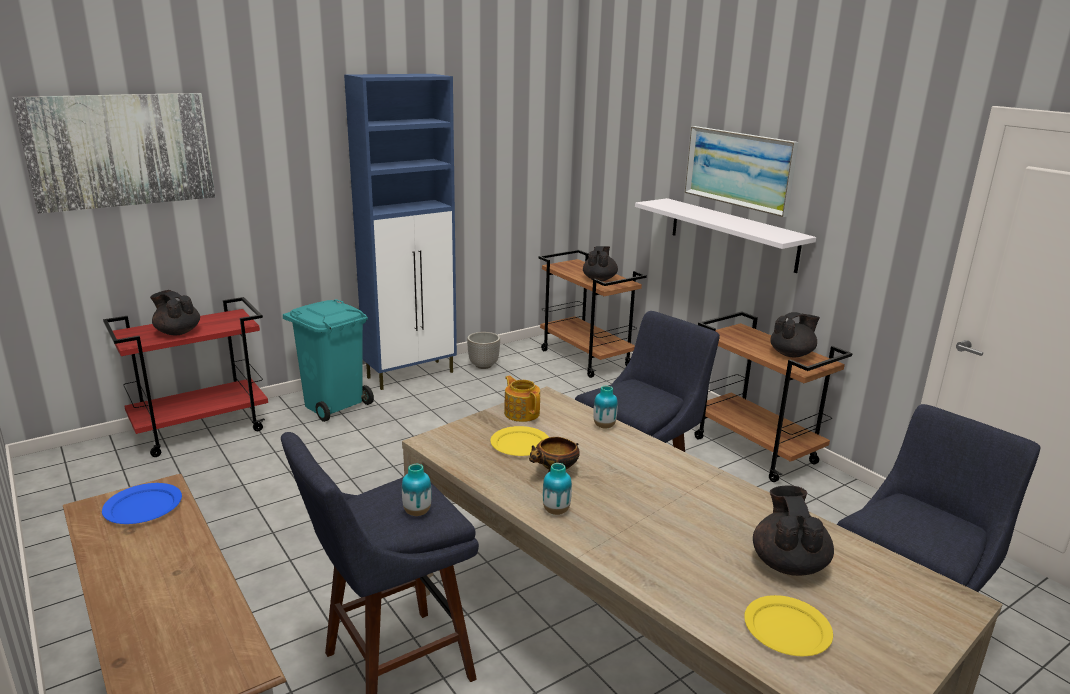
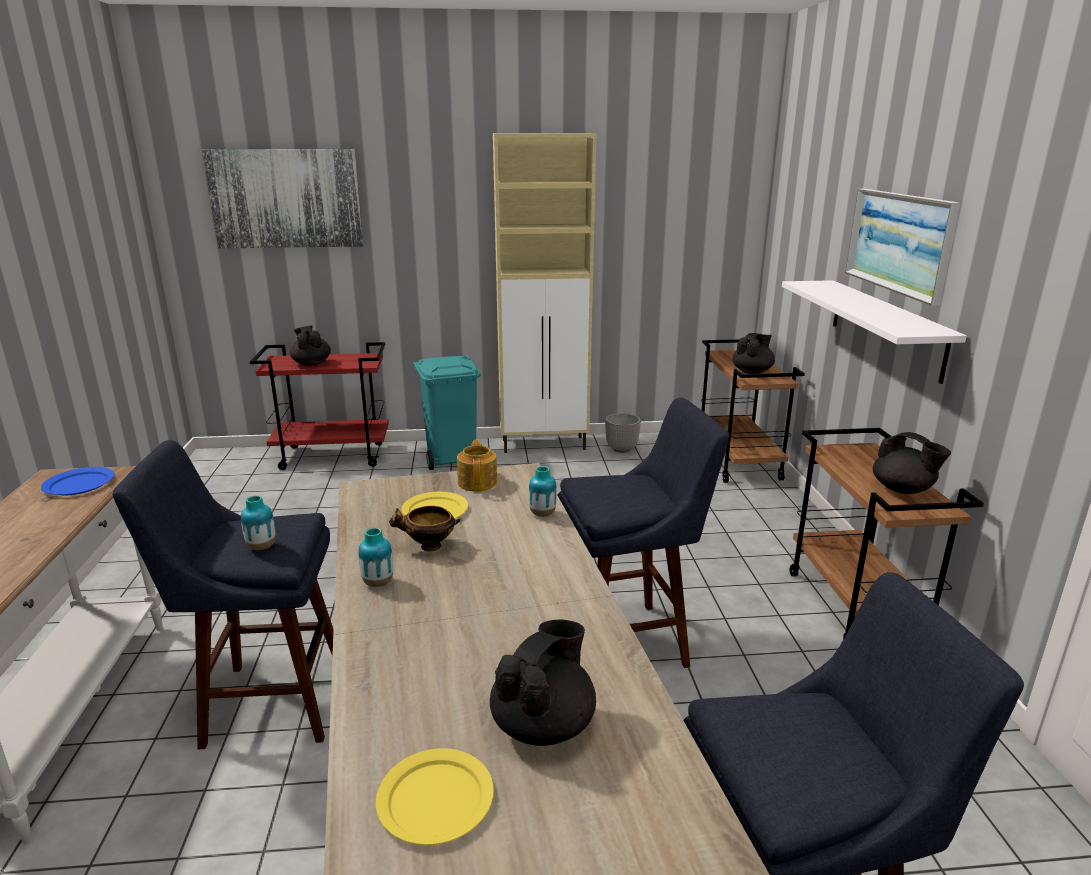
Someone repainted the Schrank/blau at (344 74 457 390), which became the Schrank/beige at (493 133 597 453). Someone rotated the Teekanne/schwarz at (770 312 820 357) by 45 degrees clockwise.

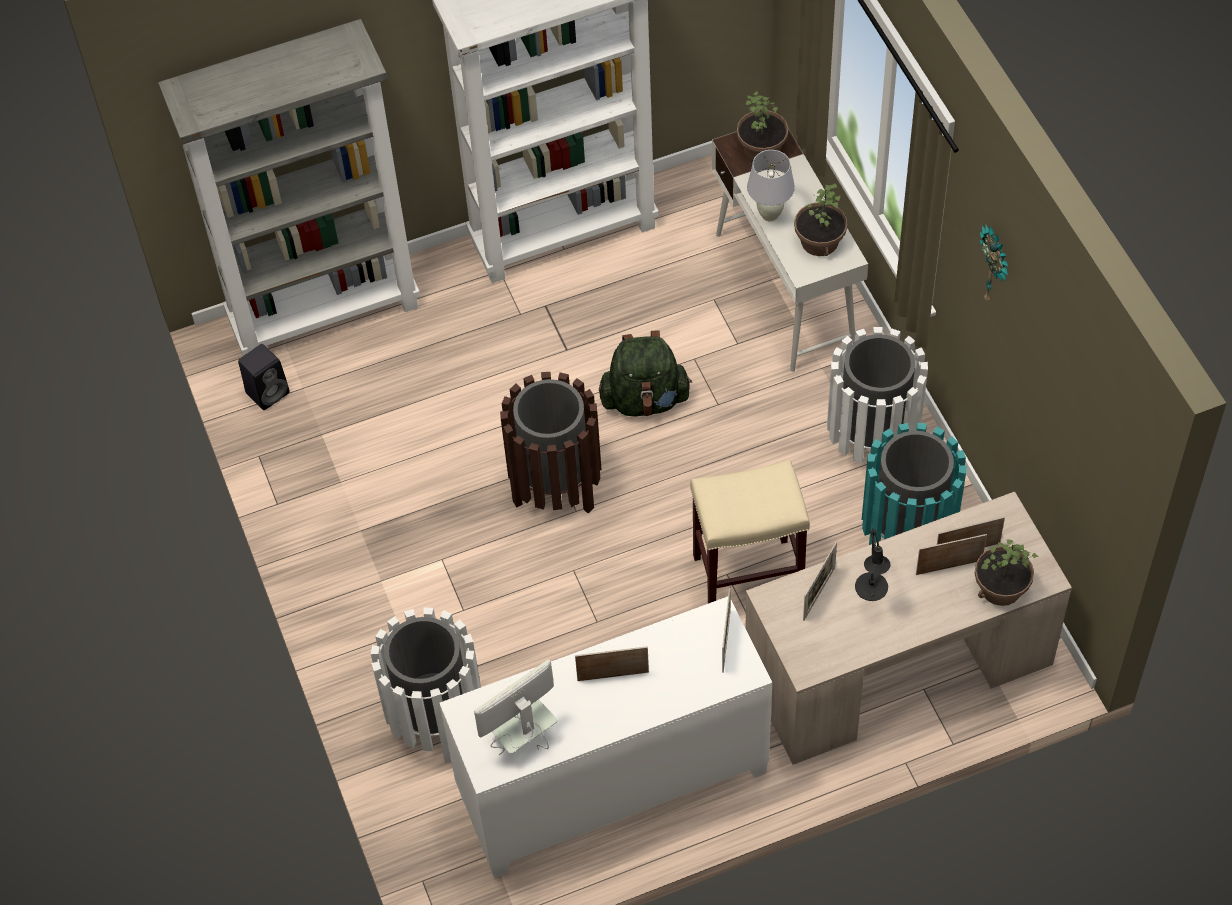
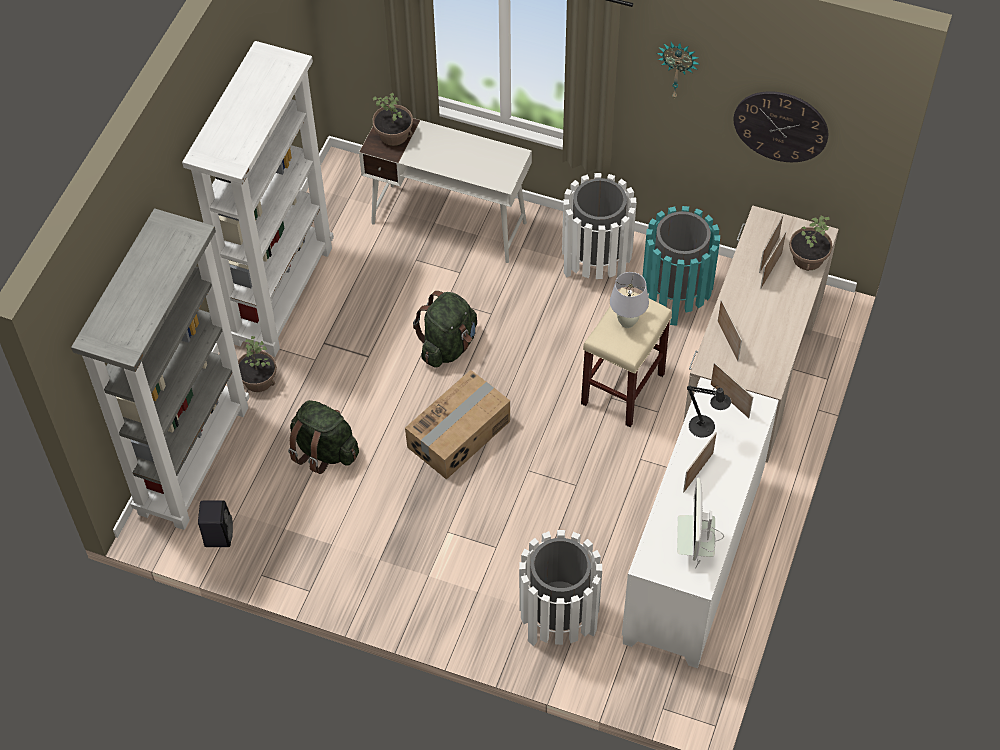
Someone put down the Rucksack/grün at (288 400 359 474). Someone put up the Wanduhr at (734 91 828 162). Someone carried the Tischlampe/weiß from (747 150 795 221) to (610 272 649 328). Someone carried the Topfpflanze from (794 184 848 256) to (238 336 277 392). Someone carried the Tischlampe/schwarz from (855 529 891 601) to (687 385 731 438). Someone swapped the Mülleimer/braun at (500 372 602 513) for the Karton at (405 370 510 480).

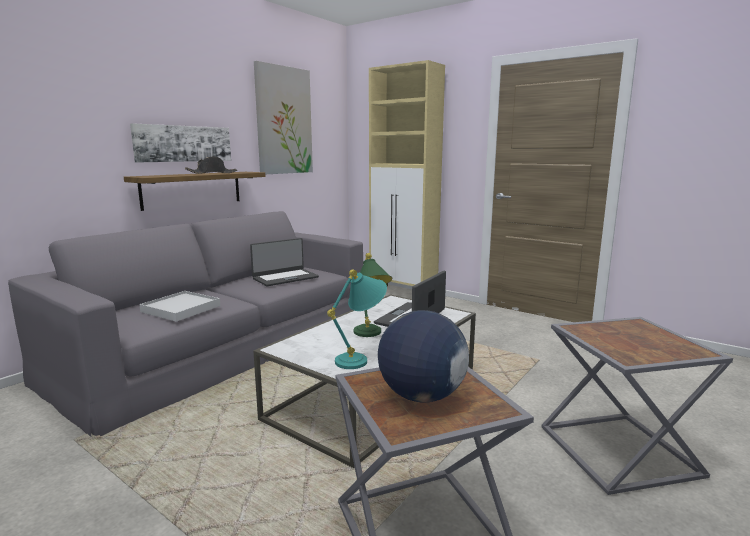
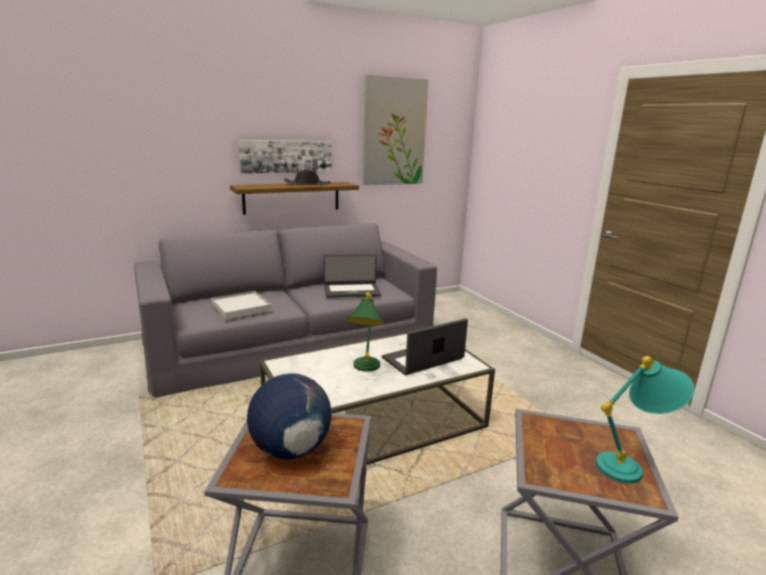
Someone took away the Schrank/beige at (369 60 445 286). Someone carried the Tischlampe/türkis from (327 269 387 369) to (596 356 694 484).

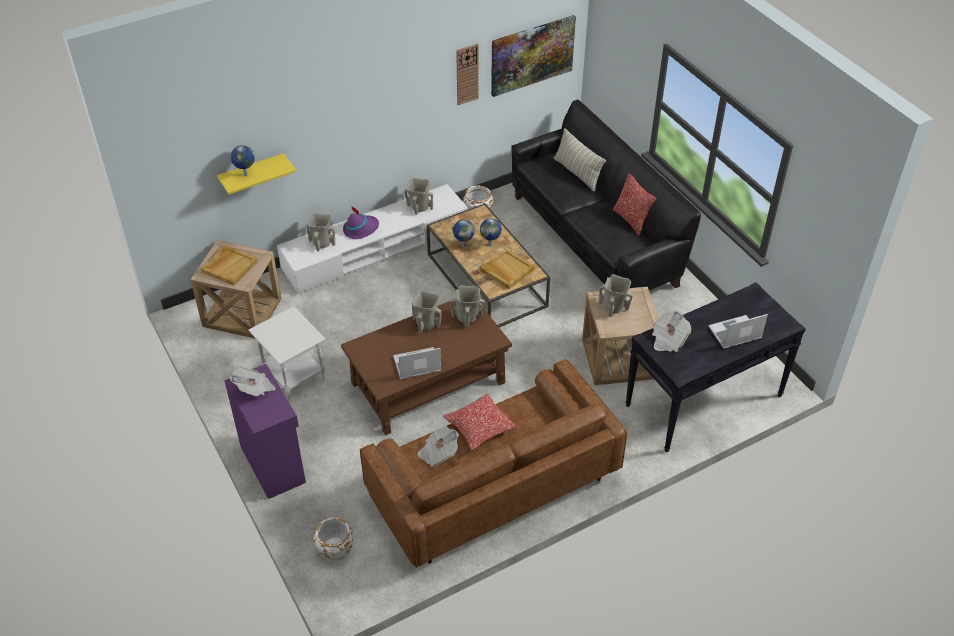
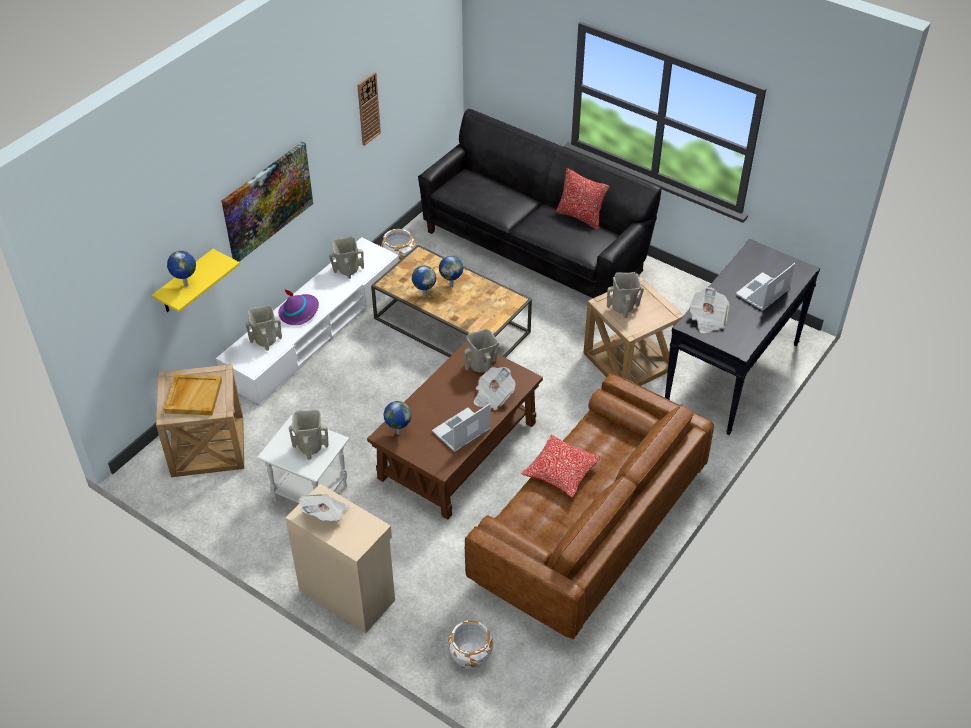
Someone took away the Tablett/beige at (480 249 535 289). Someone took away the Kissen at (553 128 606 192). Someone put down the Globus at (383 401 412 434). Someone carried the Vase/beige from (412 291 441 333) to (289 410 329 460). Someone carried the Zeitung from (418 426 459 467) to (474 367 515 410). Someone carried the Bild from (491 15 576 97) to (222 142 313 262). Someone repainted the Schrank/lila at (224 364 306 499), which became the Schrank/beige at (285 484 395 633).

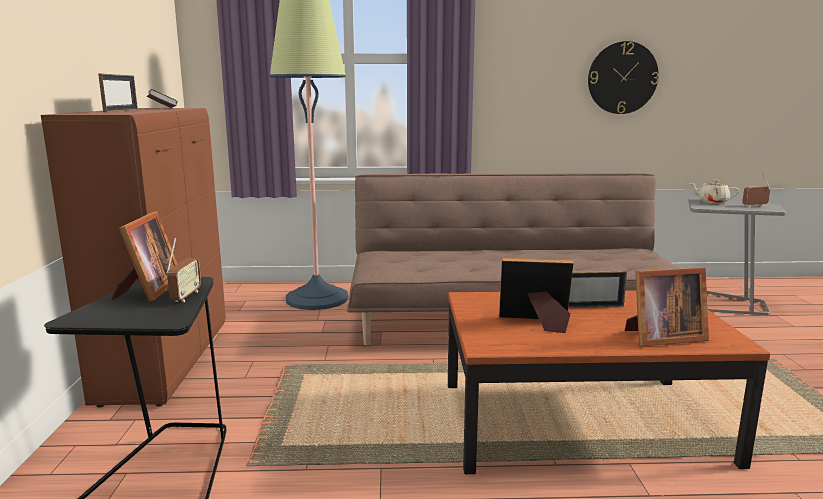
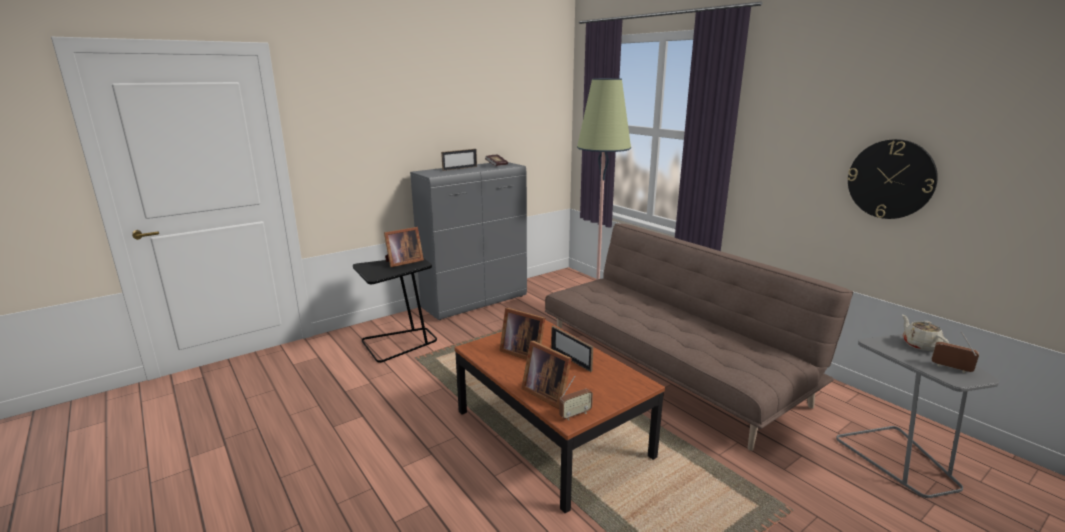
Someone carried the Radio from (166 238 201 302) to (559 376 593 420). Someone repainted the Schrank/braun at (41 108 225 407), which became the Schrank/grau at (410 162 527 320). Someone rotated the Bilderrahmen at (499 258 574 333) by 150 degrees clockwise.

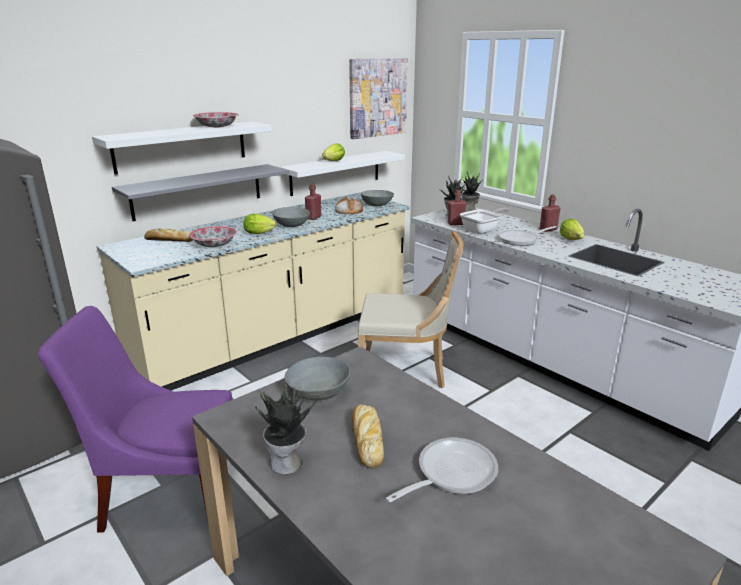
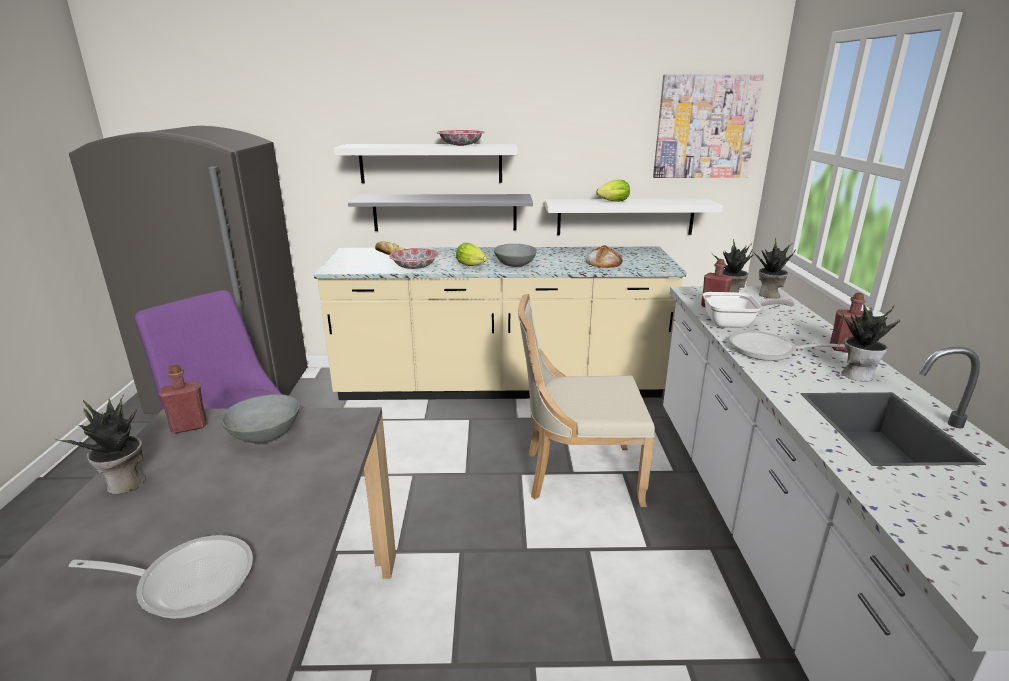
Someone took away the Brot at (352 404 384 468). Someone took away the Schüssel/grau at (361 190 394 206). Someone carried the Flasche/rot from (305 184 321 220) to (159 365 207 434). Someone swapped the Salatkopf at (560 218 584 240) for the Topfpflanze at (841 299 900 382). Someone rotated the Stuhl/beige at (358 231 463 388) by 135 degrees clockwise.

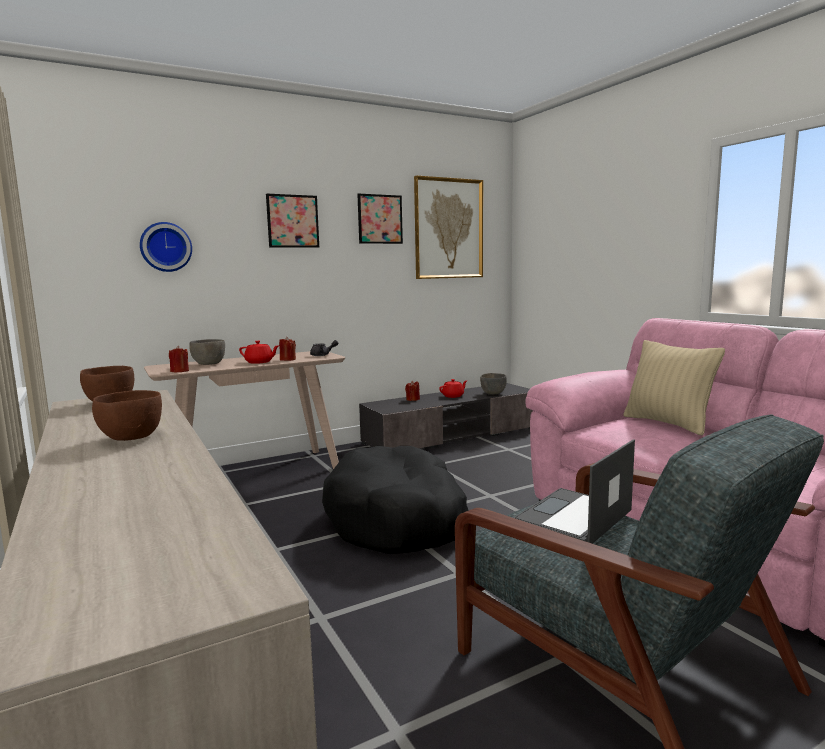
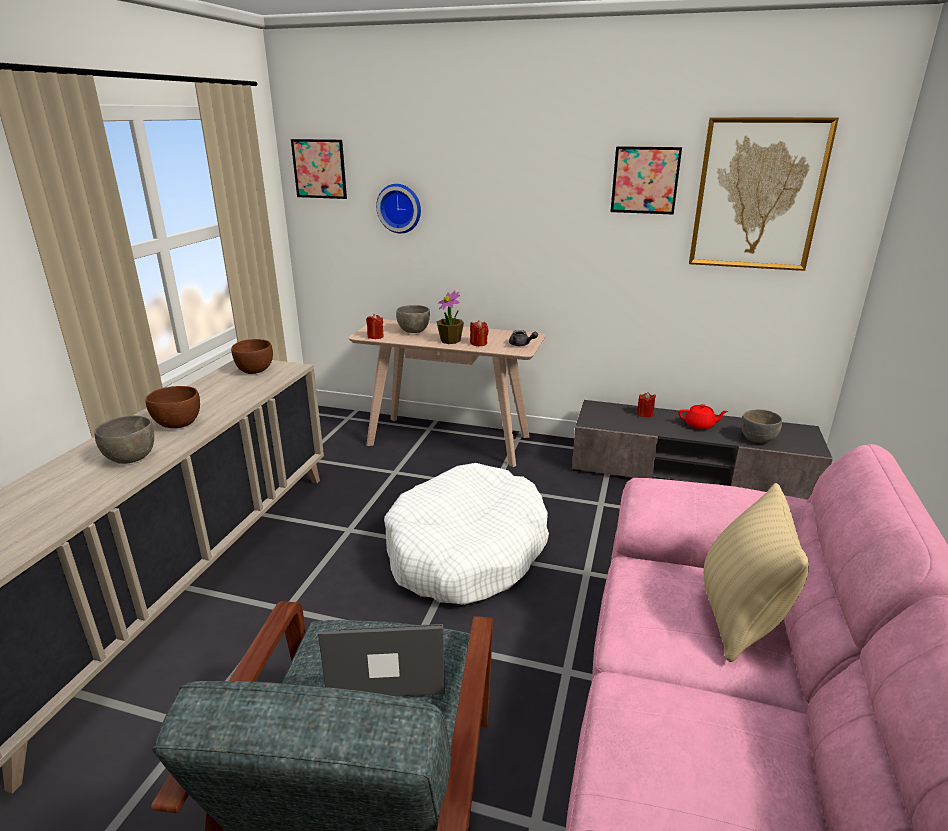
Someone put down the Schüssel/grau at (94 416 154 464). Someone carried the Bild from (266 193 319 248) to (291 139 347 199). Someone swapped the Teekanne/rot at (239 341 279 364) for the Topfpflanze at (437 291 464 344). Someone repainted the Hundebett/schwarz at (322 446 469 554), which became the Hundebett/weiß at (384 463 549 605).

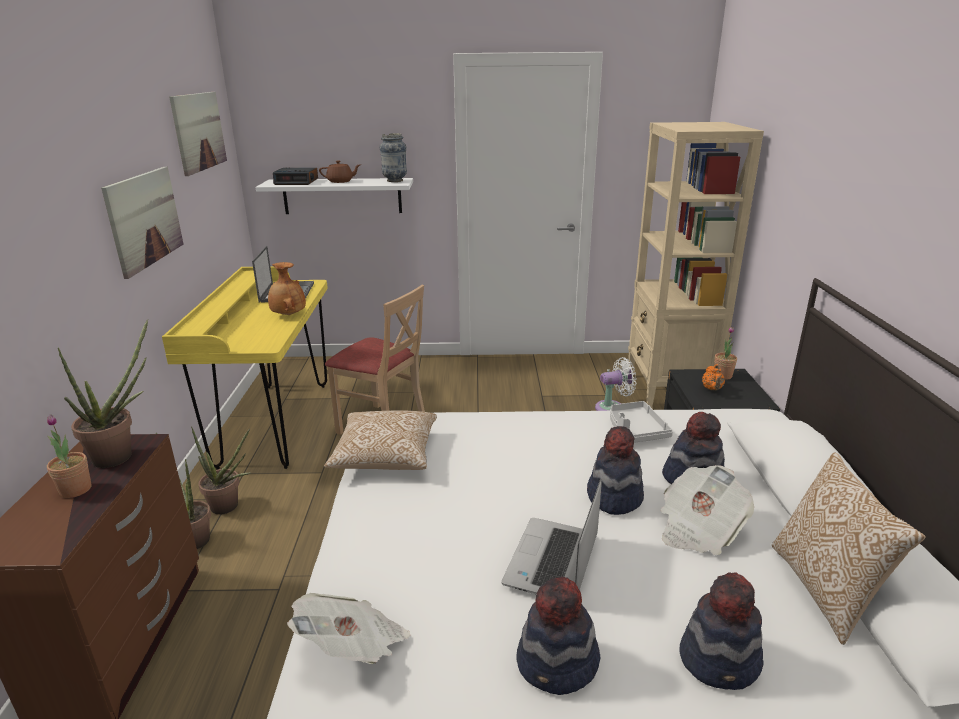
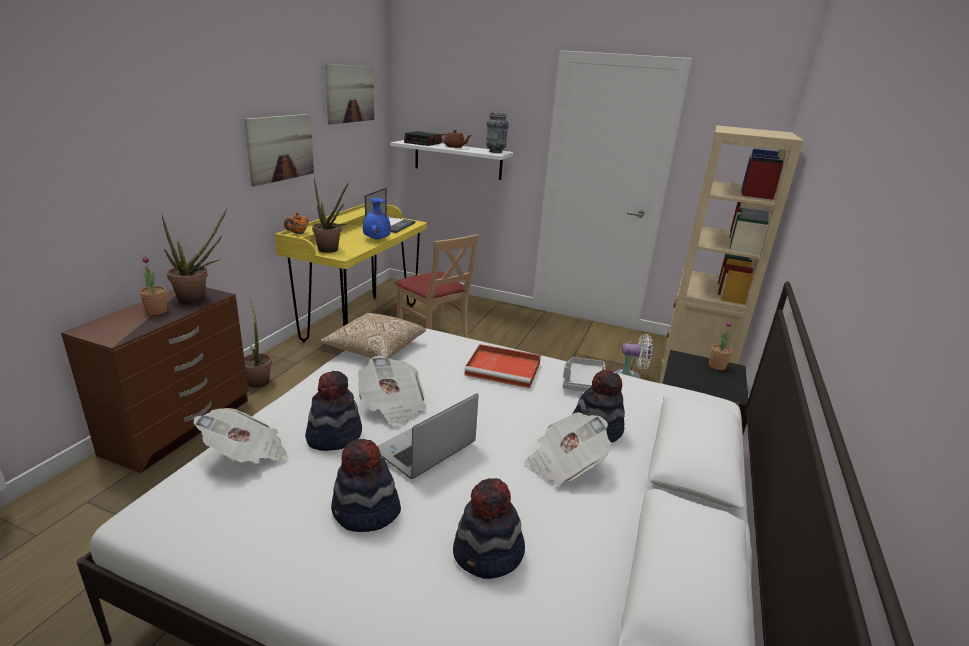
Someone took away the Kissen at (772 452 926 645). Someone put down the Zeitung at (358 355 426 427). Someone put down the Tablett/rot at (464 344 541 388). Someone carried the Topfpflanze from (191 426 251 515) to (312 177 349 253). Someone carried the Hut from (587 426 644 515) to (305 371 362 451). Someone carried the Teekanne/orange from (702 364 725 391) to (284 212 309 234). Someone repainted the Vase/braun at (268 262 306 315), which became the Vase/blau at (363 198 391 240).

